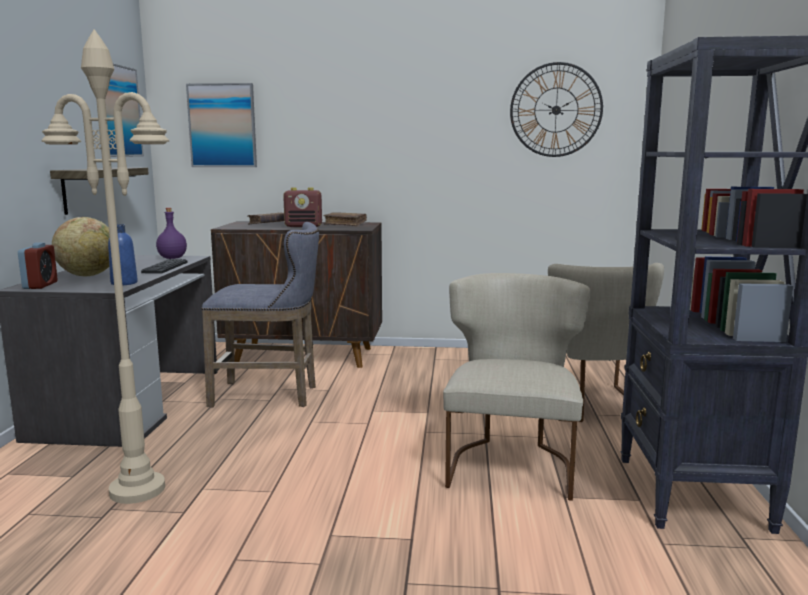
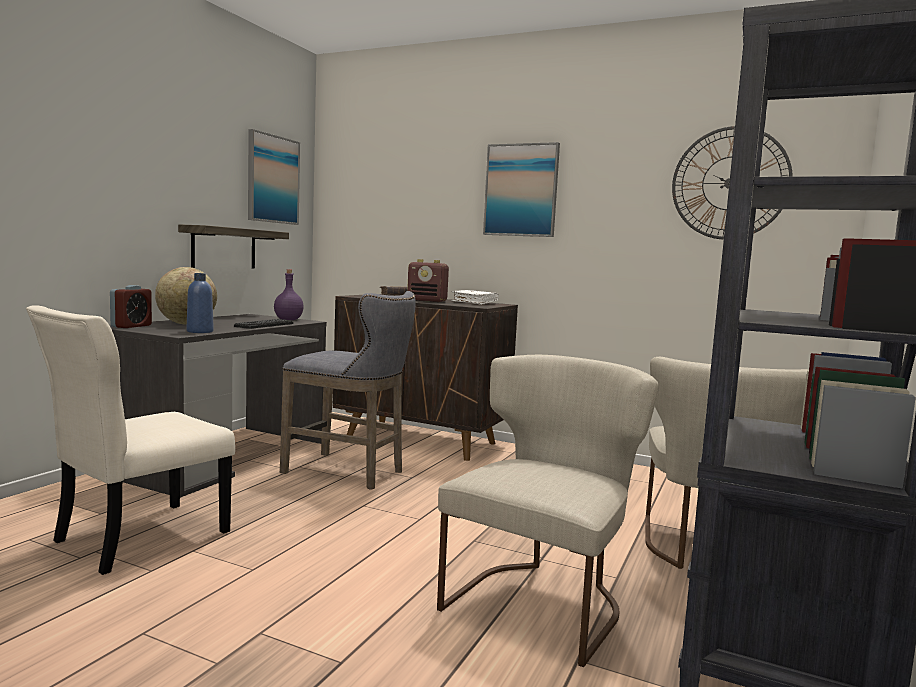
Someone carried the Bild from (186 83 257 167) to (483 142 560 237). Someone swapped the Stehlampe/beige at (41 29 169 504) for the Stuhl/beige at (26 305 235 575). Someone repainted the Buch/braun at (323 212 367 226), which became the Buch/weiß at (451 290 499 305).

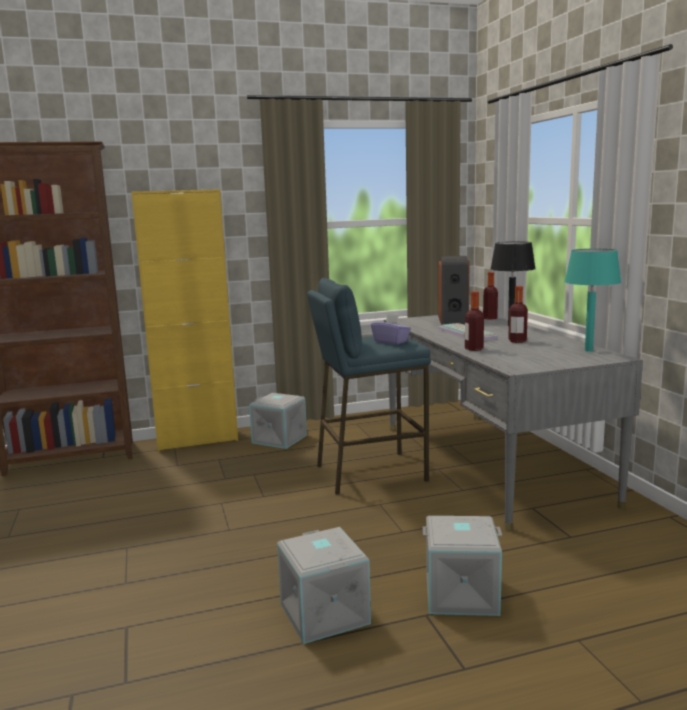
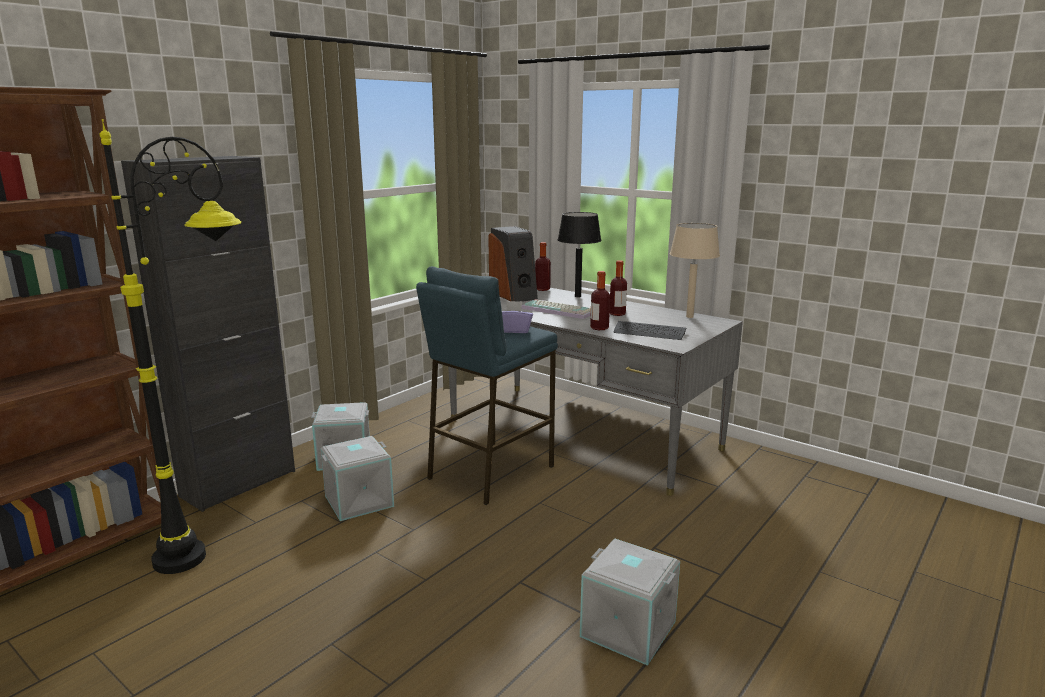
Someone put down the Stehlampe/schwarz at (100 119 242 574). Someone put down the Tastatur at (614 321 686 340). Someone carried the Aufbewahrungsbox/grau from (422 516 502 616) to (320 436 394 521). Someone repainted the Schrank/gelb at (131 189 238 451), which became the Schrank/schwarz at (121 156 295 512). Someone repainted the Tischlampe/türkis at (564 249 621 352), which became the Tischlampe/beige at (670 223 720 318).

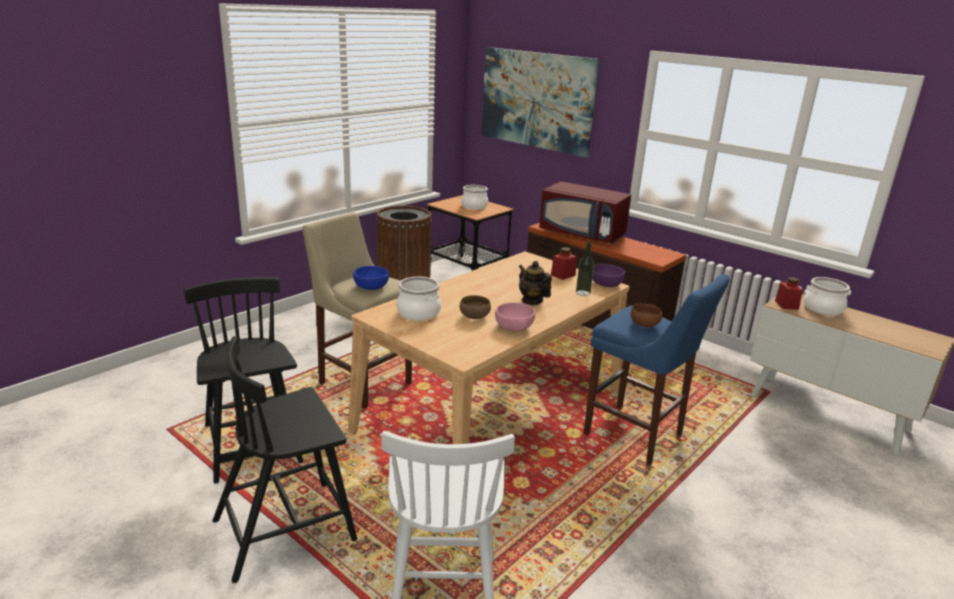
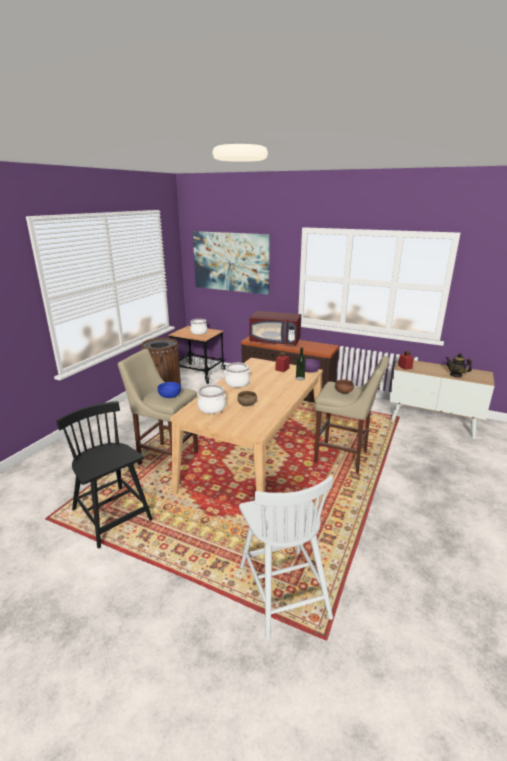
Someone took away the Stuhl/schwarz at (213 336 357 583). Someone took away the Schüssel/rosa at (495 303 535 332). Someone carried the Teekanne from (519 261 552 305) to (446 353 472 377). Someone carried the Kochtopf from (804 277 851 316) to (224 363 251 387). Someone repainted the Hocker/blau at (584 274 730 465), which became the Hocker/beige at (314 356 389 473).

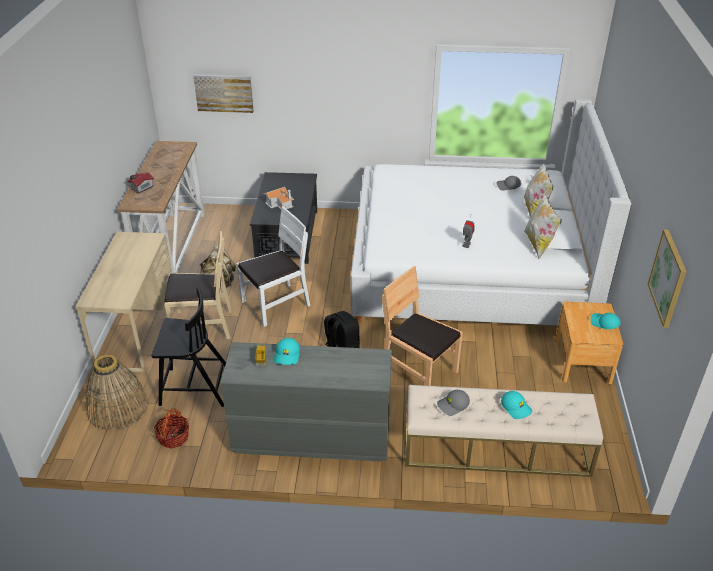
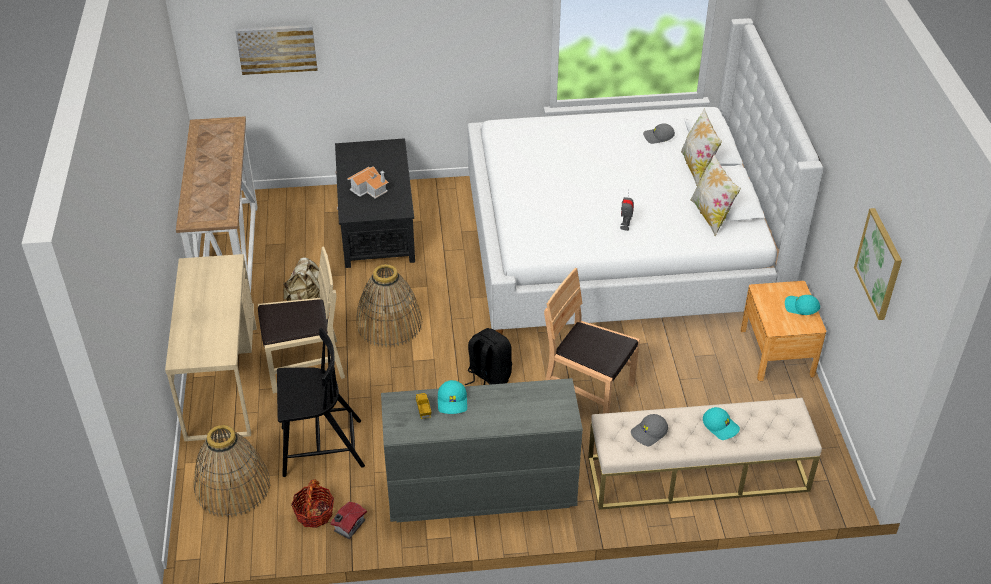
Someone carried the Spielzeughaus from (128 172 154 193) to (330 502 367 539). Someone swapped the Stuhl/weiß at (237 206 310 327) for the Korb at (356 264 422 347).

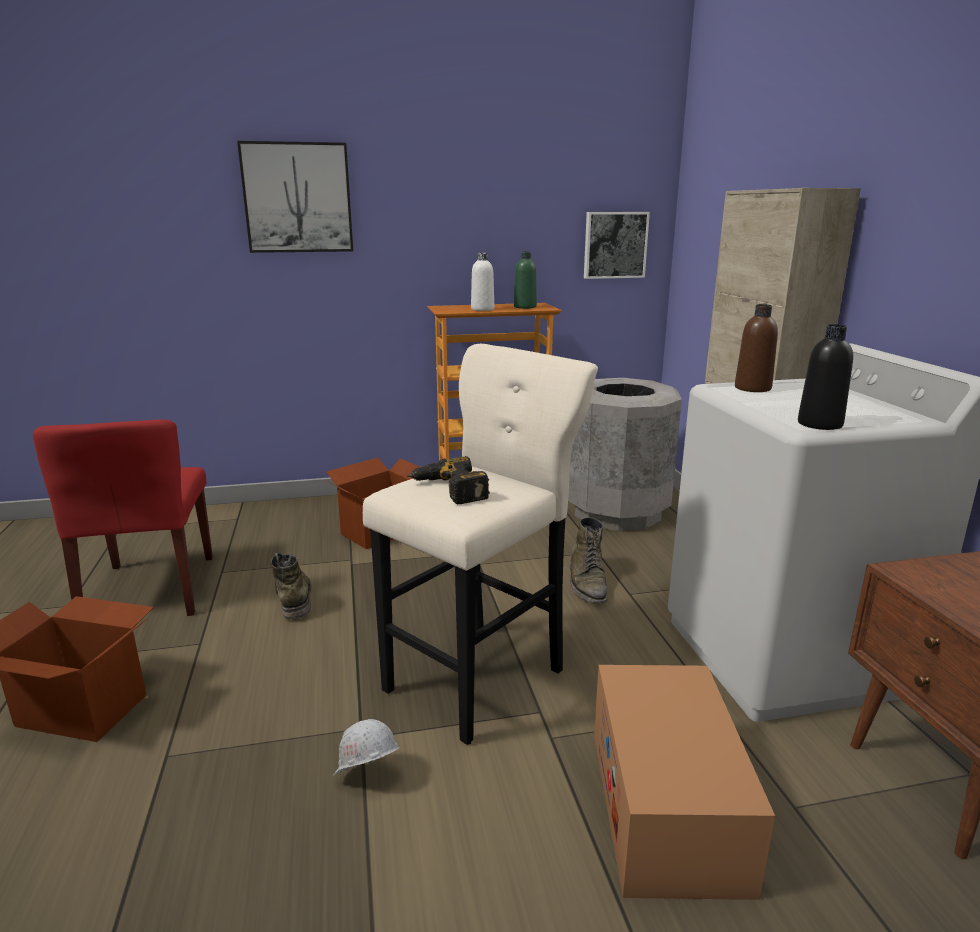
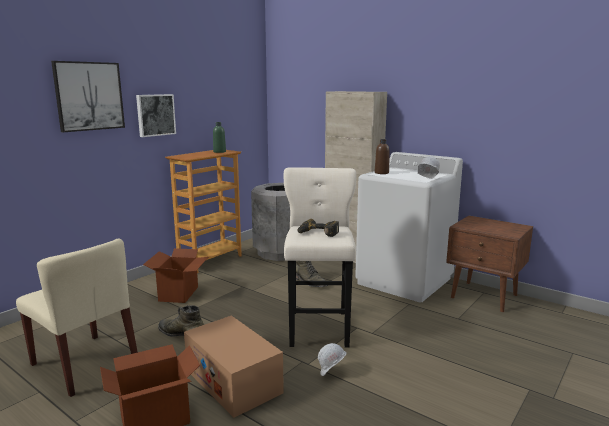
Someone took away the Flasche/weiß at (471 252 494 311). Someone carried the Bild from (584 212 650 279) to (136 94 176 137). Someone carried the Karton from (594 665 775 900) to (184 315 284 418). Someone swapped the Flasche/schwarz at (798 324 853 430) for the Schutzhelm/weiß at (418 156 440 179). Someone repainted the Stuhl/rot at (33 419 213 616), which became the Stuhl/beige at (16 239 138 397).

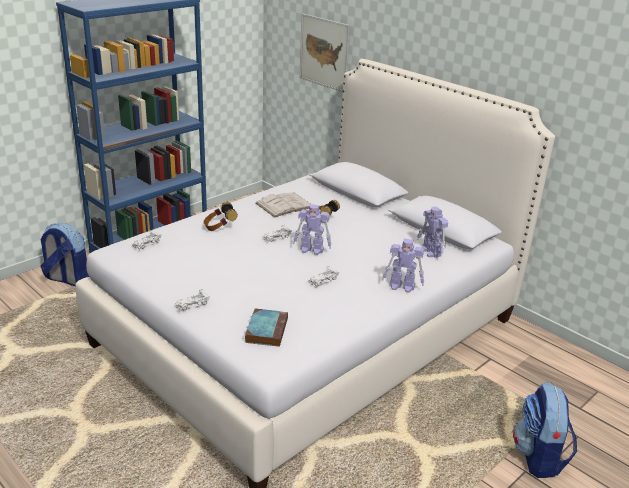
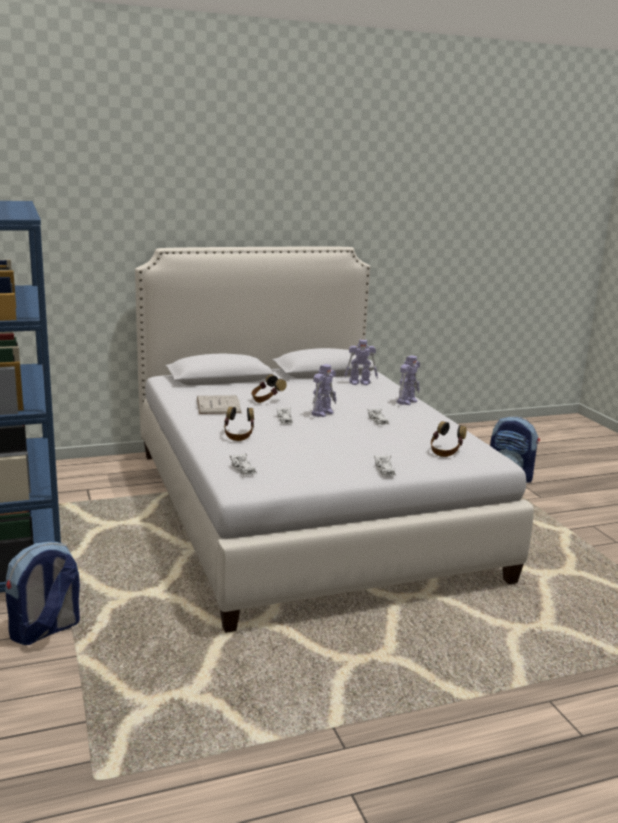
Someone took away the Bild at (299 13 350 92). Someone swapped the Buch at (245 308 288 347) for the Kopfhörer at (431 421 466 457).

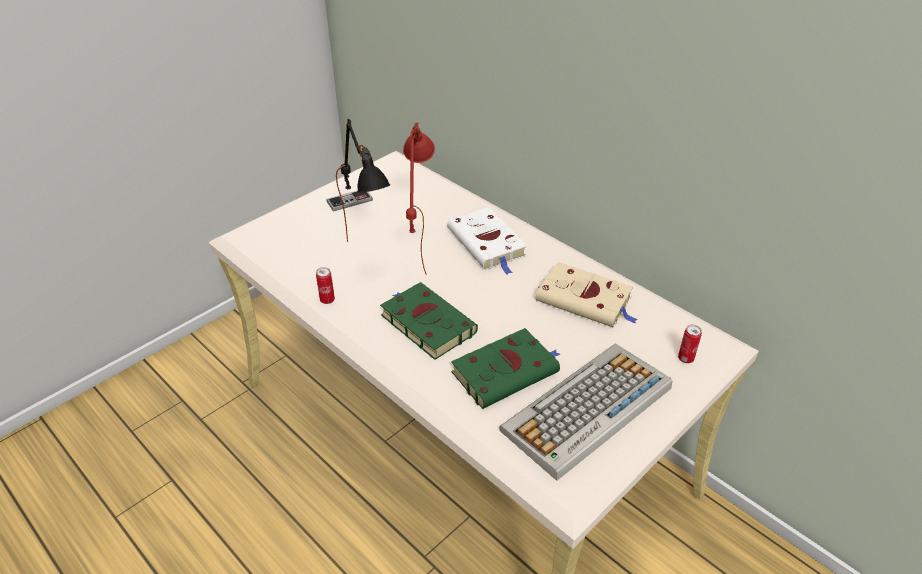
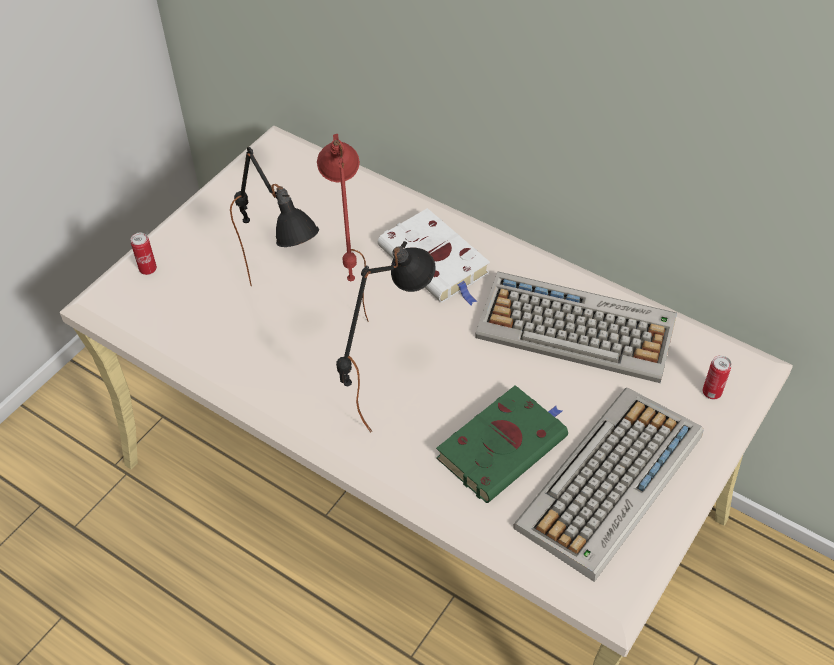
Someone took away the Gamepad at (326 190 373 212). Someone carried the Dose from (316 267 335 304) to (131 233 157 275). Someone swapped the Buch/grün at (380 282 478 360) for the Tischlampe/schwarz at (336 241 436 432). Someone swapped the Buch/beige at (536 262 638 327) for the Tastatur at (475 272 677 383).

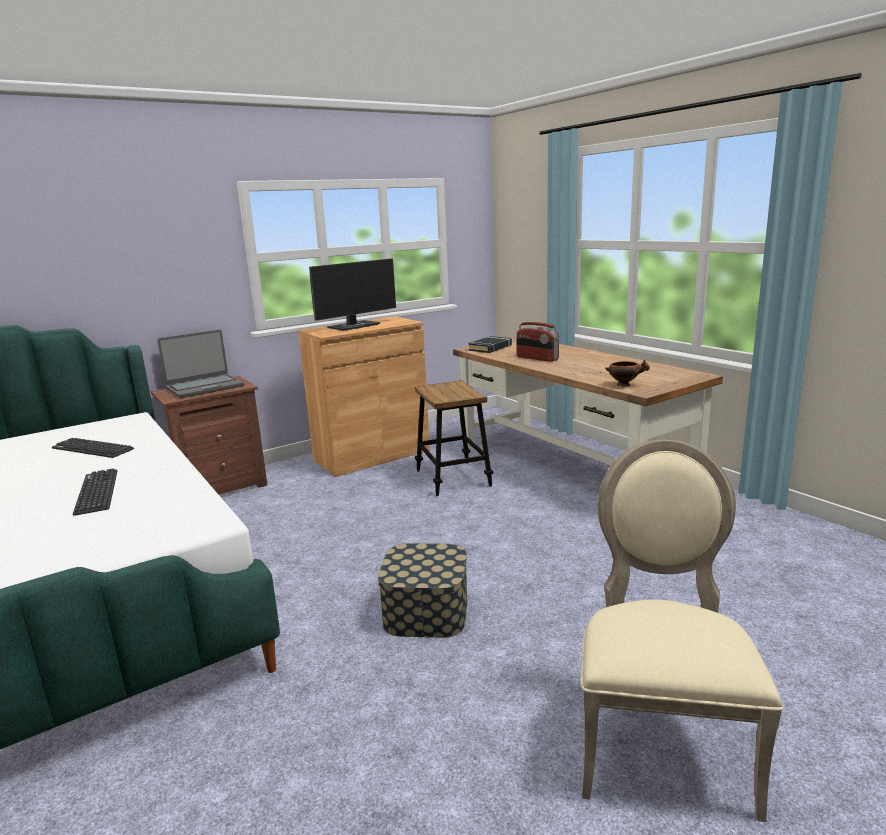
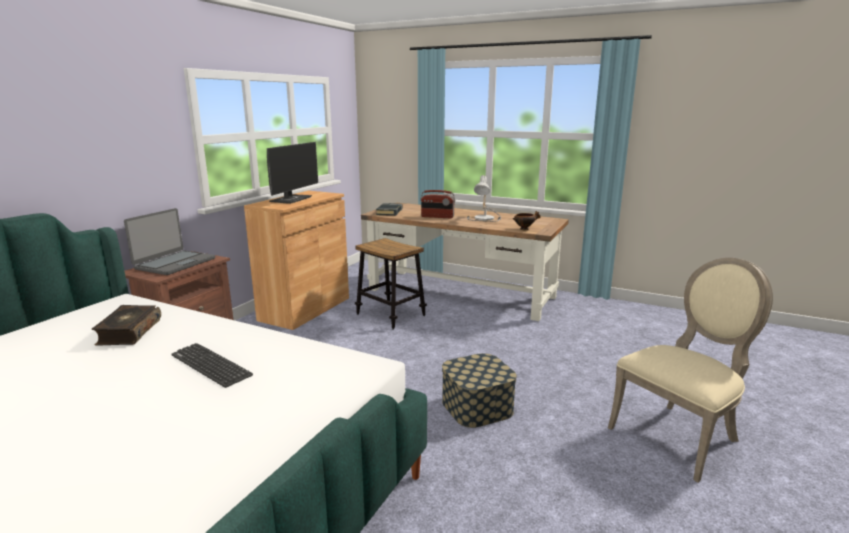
Someone put down the Tischlampe at (467 175 501 222). Someone swapped the Tastatur at (52 438 134 458) for the Buch at (92 305 161 345). Someone rotated the Stuhl/beige at (581 440 783 822) by 75 degrees clockwise.

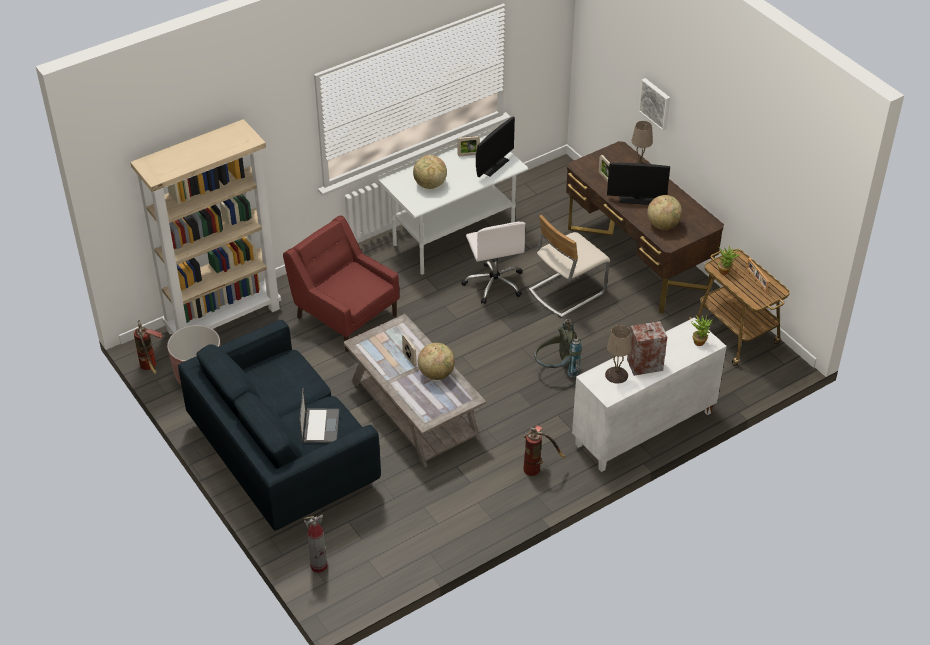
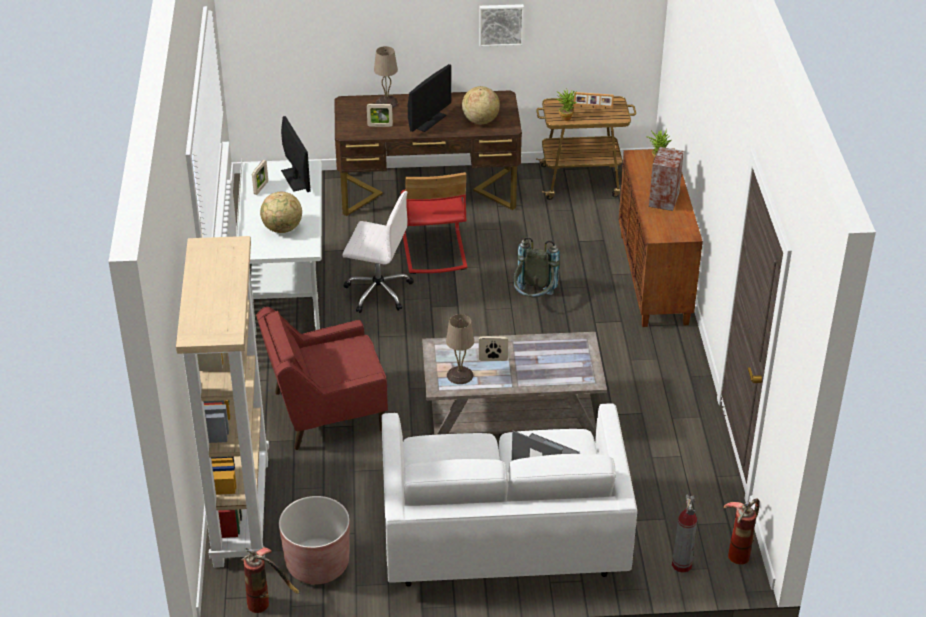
Someone took away the Globus at (418 343 455 380). Someone carried the Feuerlöscher from (523 426 565 476) to (723 499 759 565). Someone carried the Tischlampe/beige from (605 325 632 384) to (446 314 474 384). Someone carried the Bild from (639 78 670 131) to (479 4 524 47). Someone repainted the Sofa/blau at (178 320 381 531), which became the Sofa/weiß at (382 403 637 587). Someone repainted the Stuhl/beige at (529 215 610 318), which became the Stuhl/rot at (400 172 467 274). Someone repainted the Schrank/weiß at (572 317 727 472), which became the Schrank/braun at (619 148 703 327).

